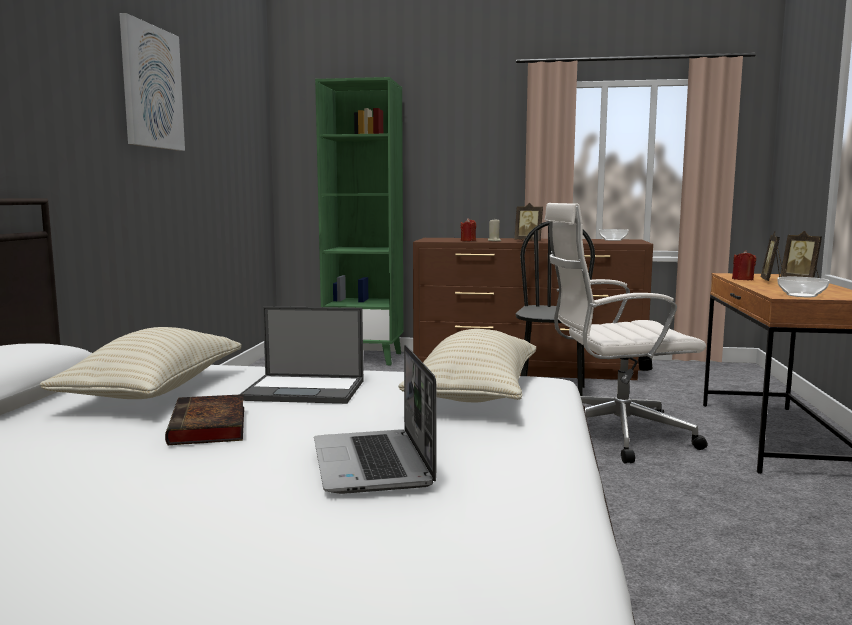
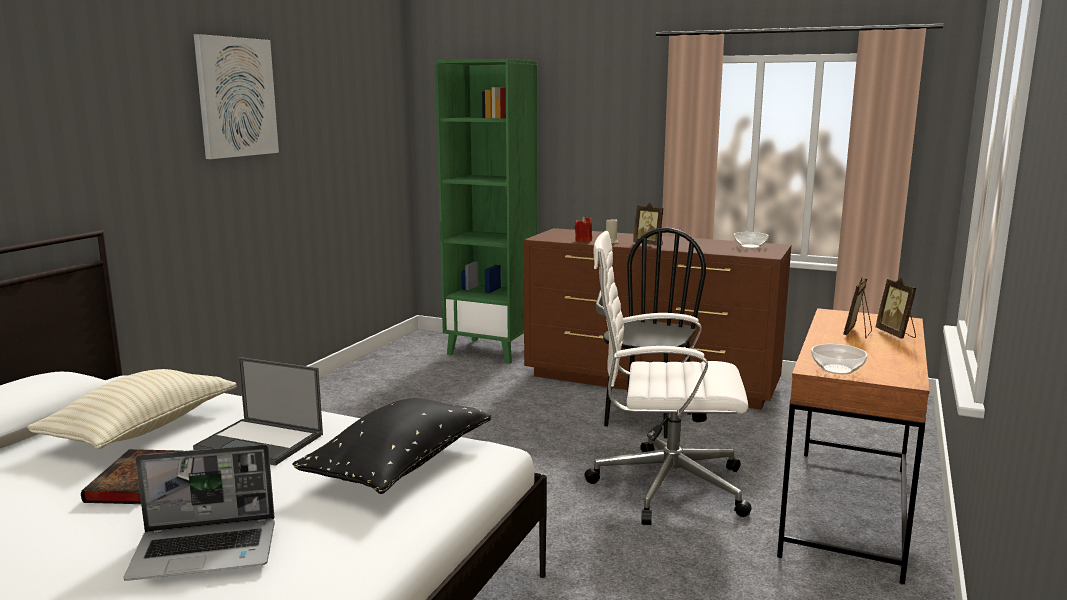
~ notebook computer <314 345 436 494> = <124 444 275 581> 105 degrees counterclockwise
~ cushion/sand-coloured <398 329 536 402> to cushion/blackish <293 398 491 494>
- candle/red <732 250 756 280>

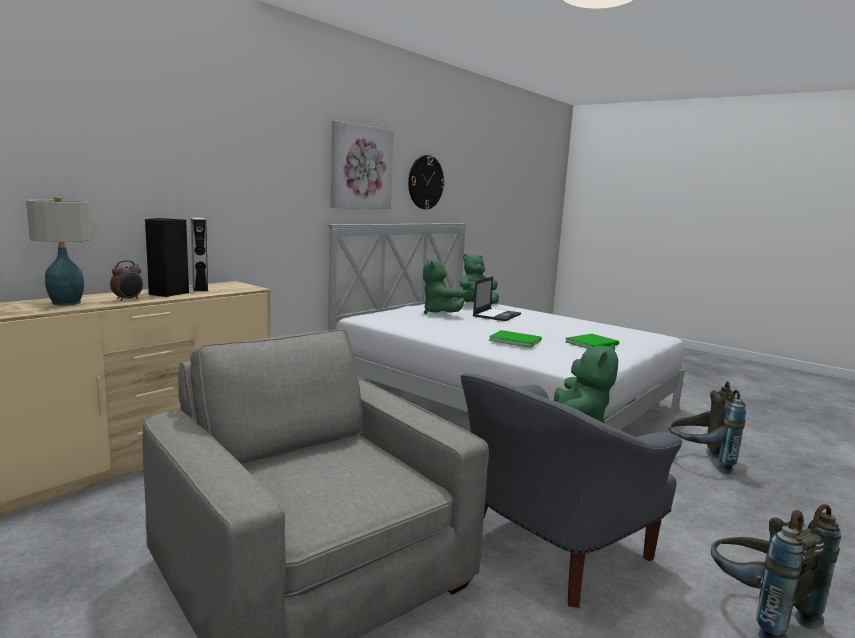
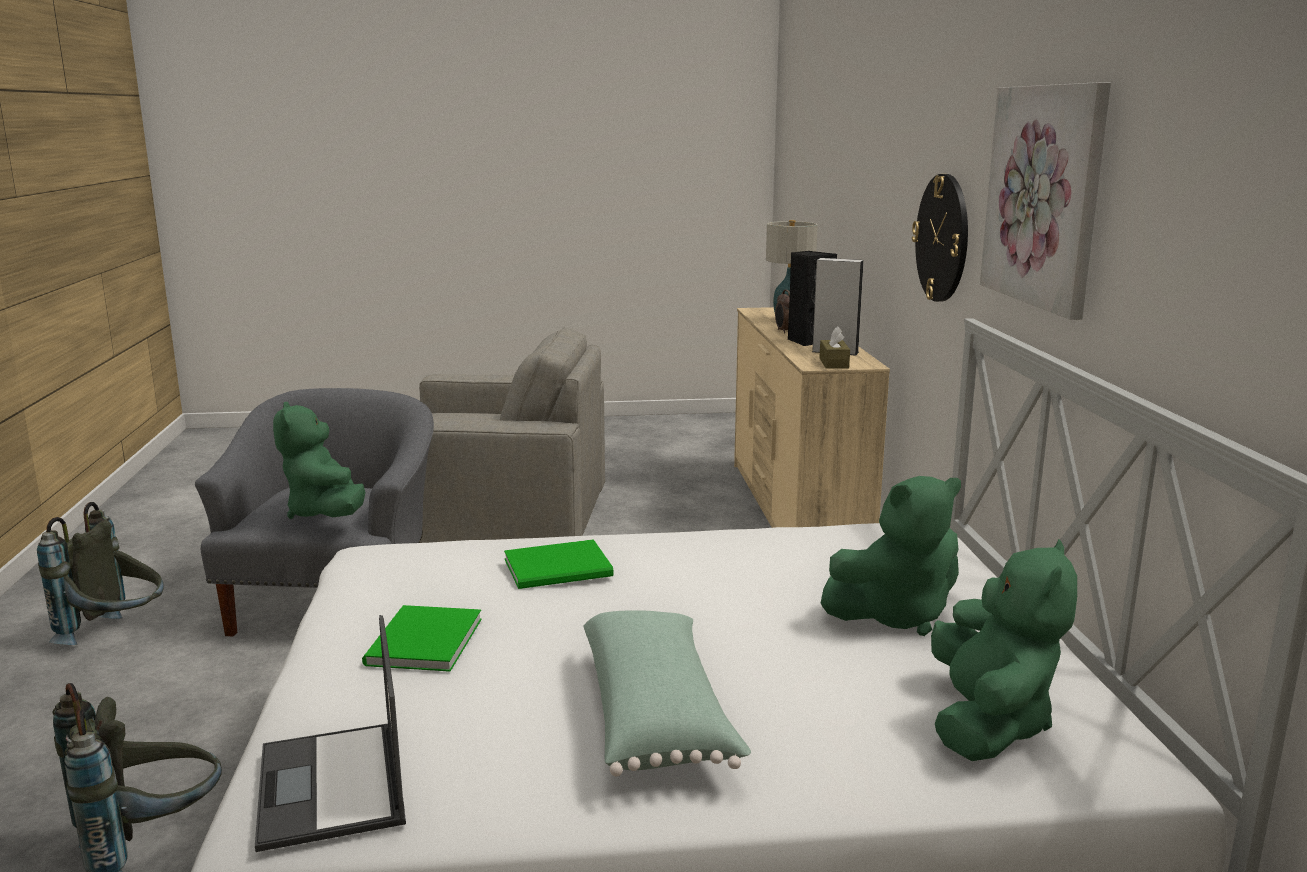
~ notebook computer <473 277 521 321> to <255 615 406 852>
+ cushion/green <584 610 751 776>
+ tissue holder/brown <819 326 850 369>
~ plush toy/green <423 260 464 314> = <821 476 961 636> 135 degrees clockwise
~ wall clock <408 155 445 209> to <912 174 968 302>

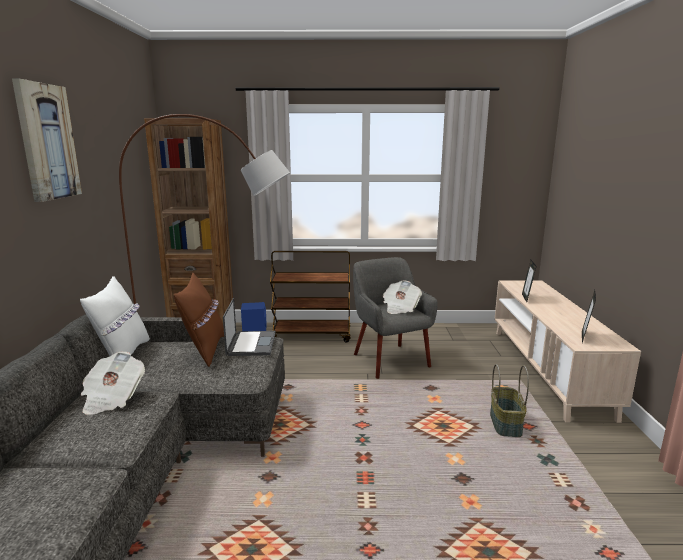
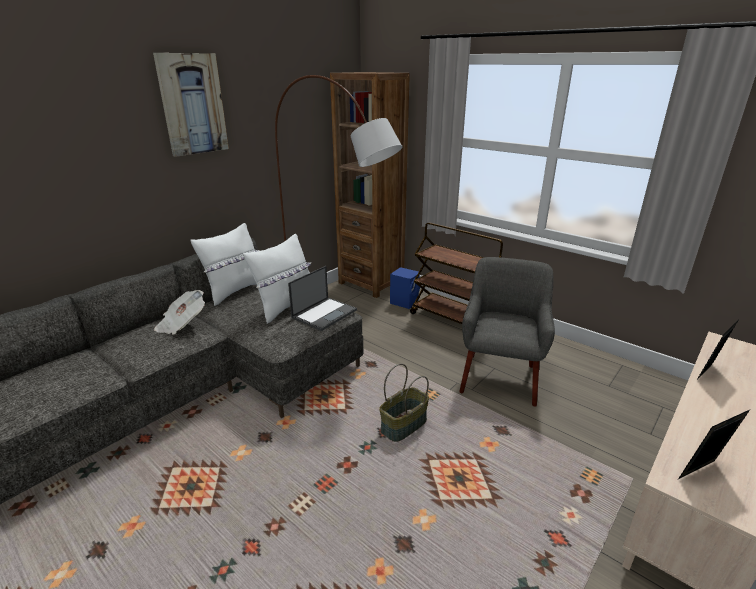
~ cushion/brown <173 273 224 367> to cushion/white <243 234 311 324>
~ household basket <490 364 529 437> to <379 363 429 442>
- daily paper <383 280 422 314>

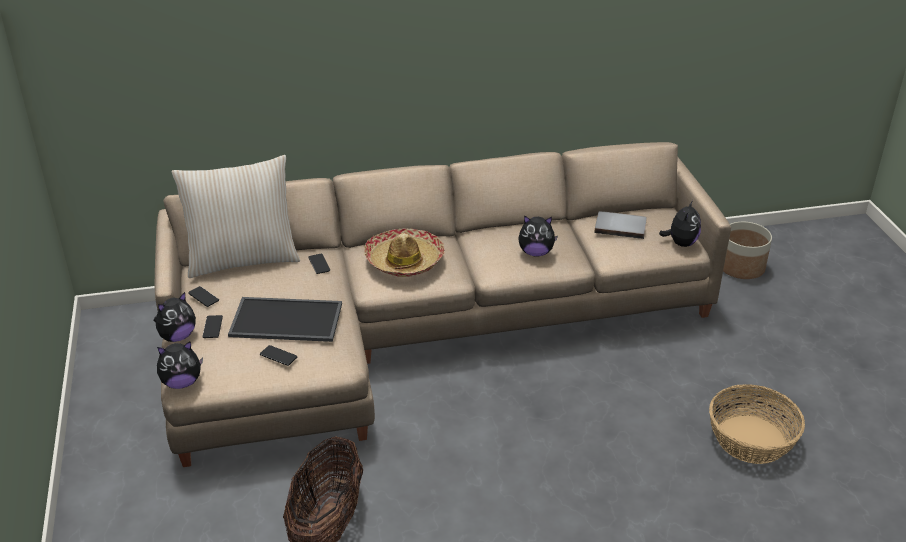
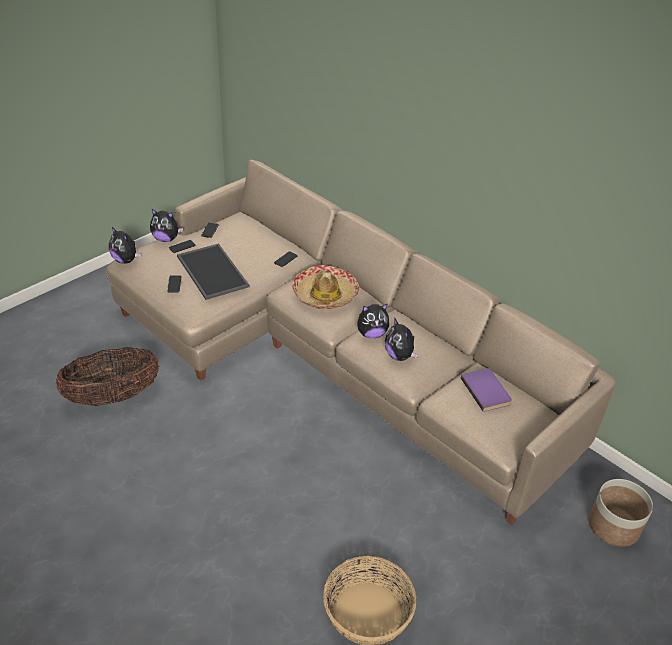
~ plush toy <659 200 701 247> to <358 303 389 338>
~ book/greyish <594 211 647 239> to book/purplish <461 369 512 412>
- cushion/sand-coloured <172 155 300 278>

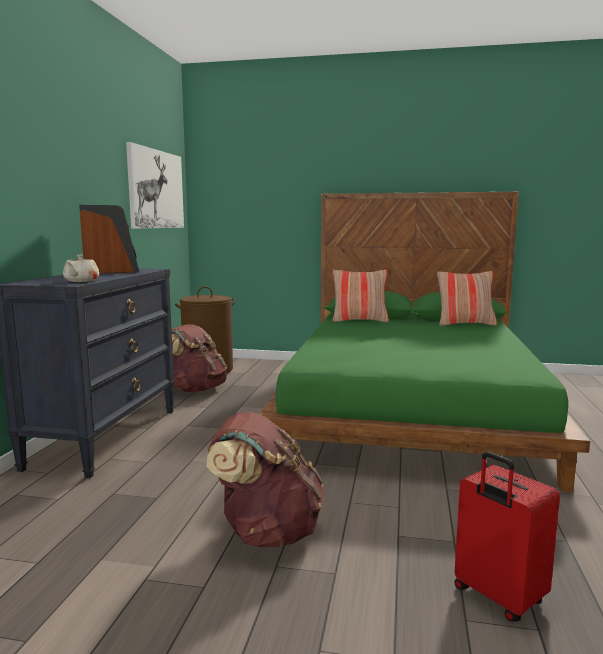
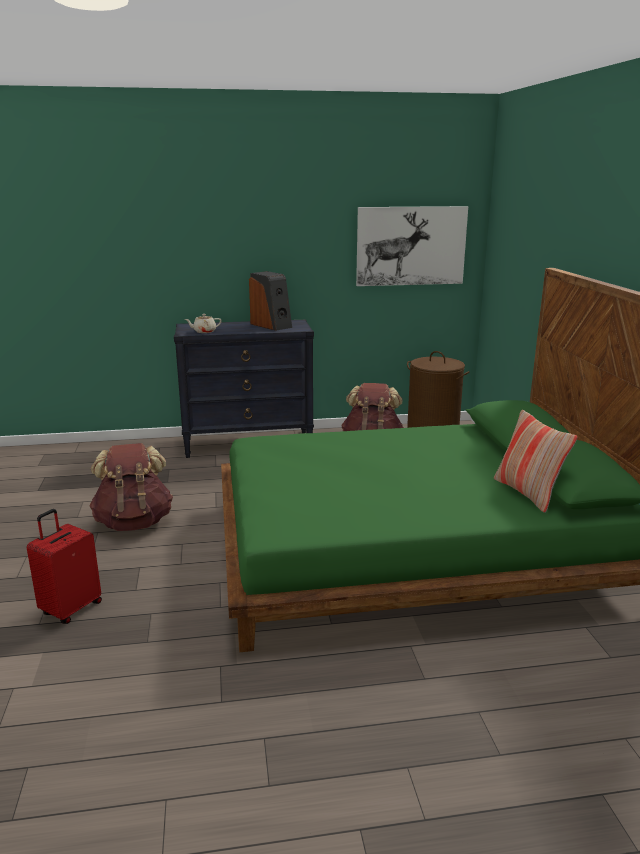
- cushion <333 270 389 322>

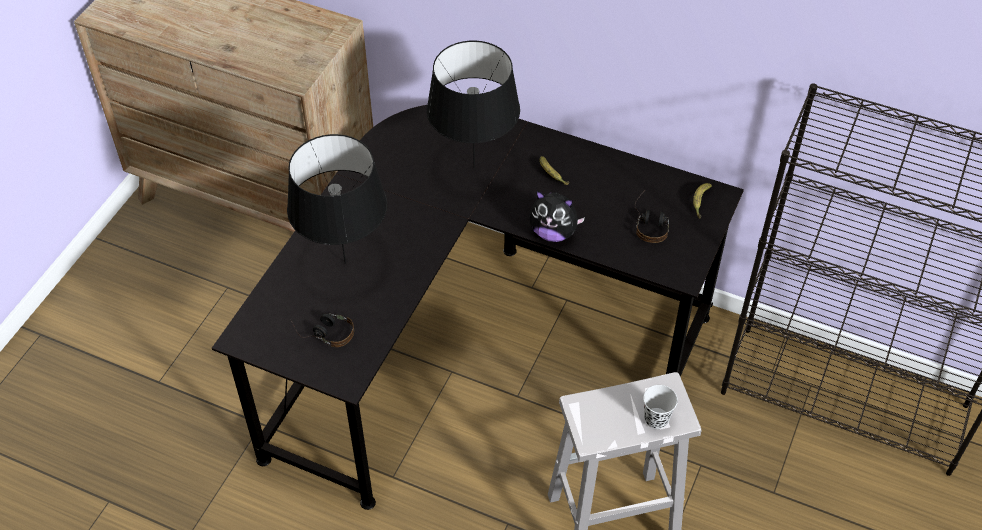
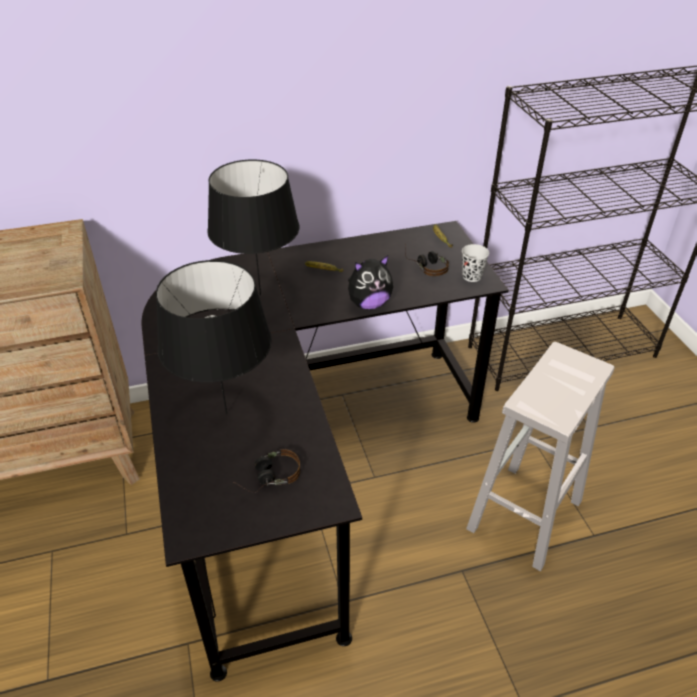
~ cup/blackish <643 385 678 429> to <462 244 489 282>

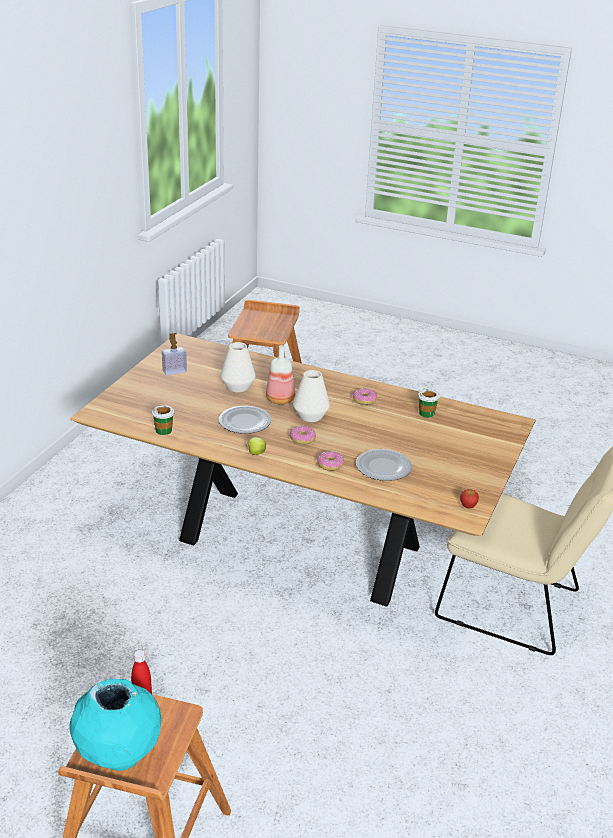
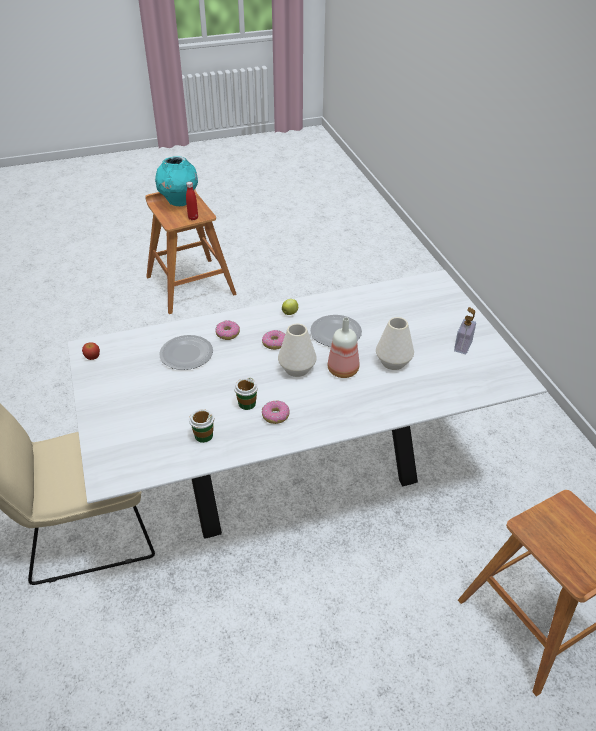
~ kitchen table/brown <70 333 536 606> to kitchen table/white <67 270 547 539>
~ cup <152 405 174 435> to <234 378 258 410>

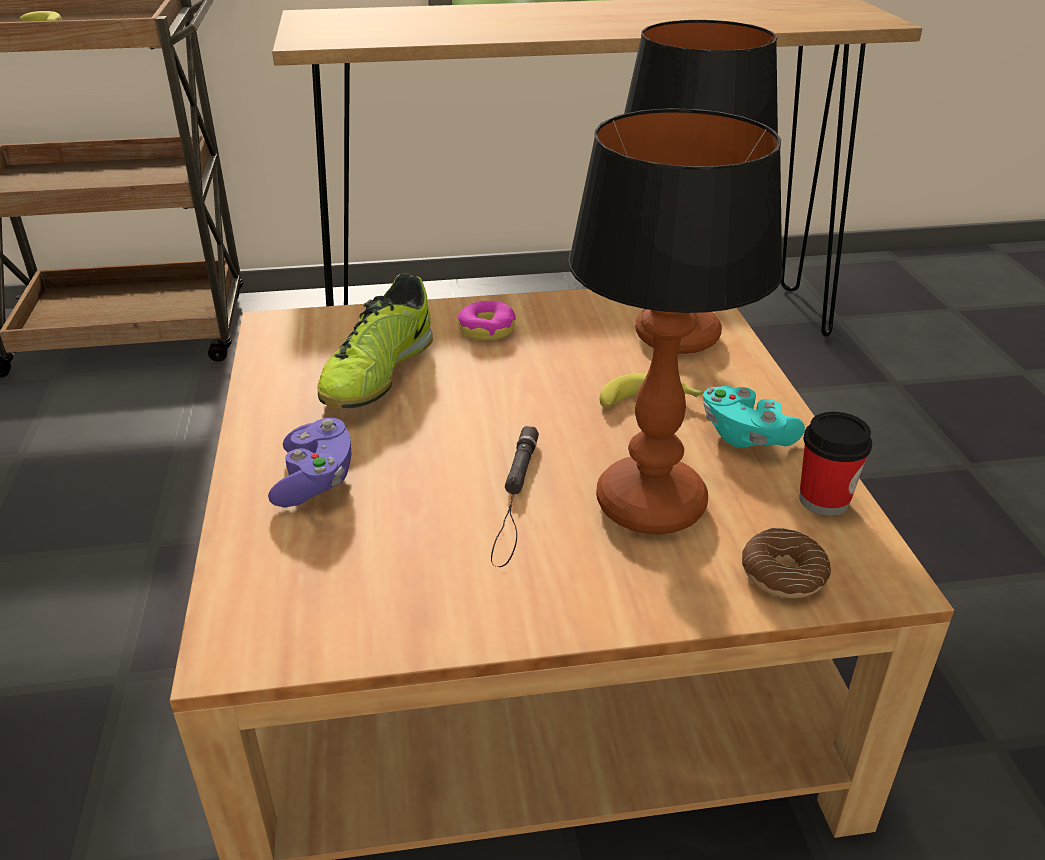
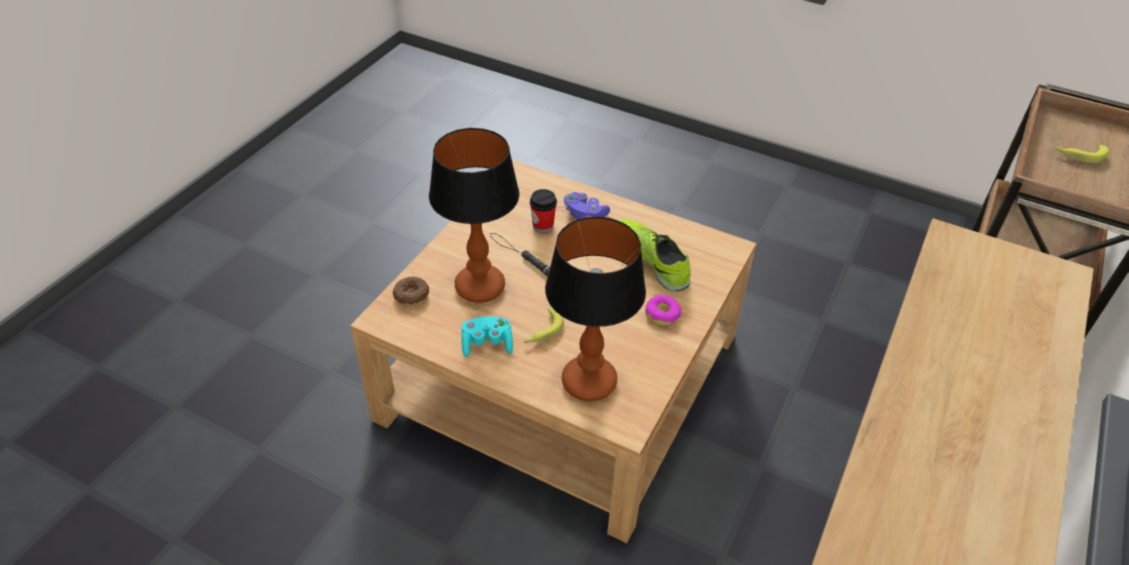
~ cup <799 412 872 516> to <530 189 557 233>

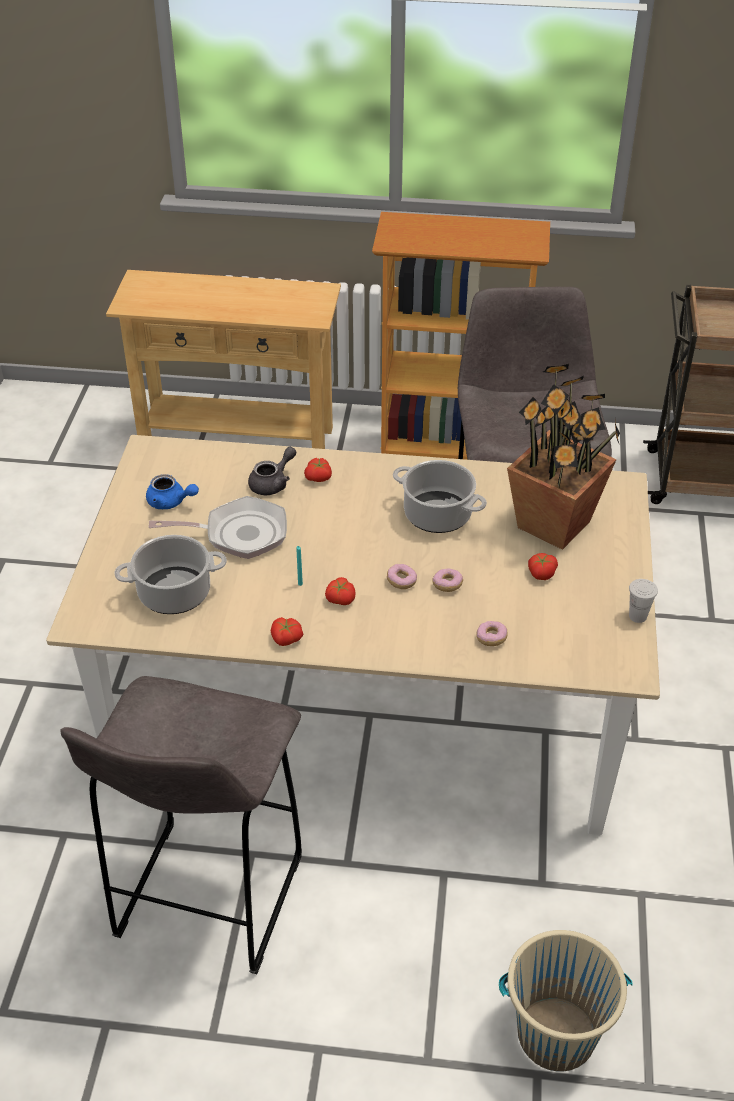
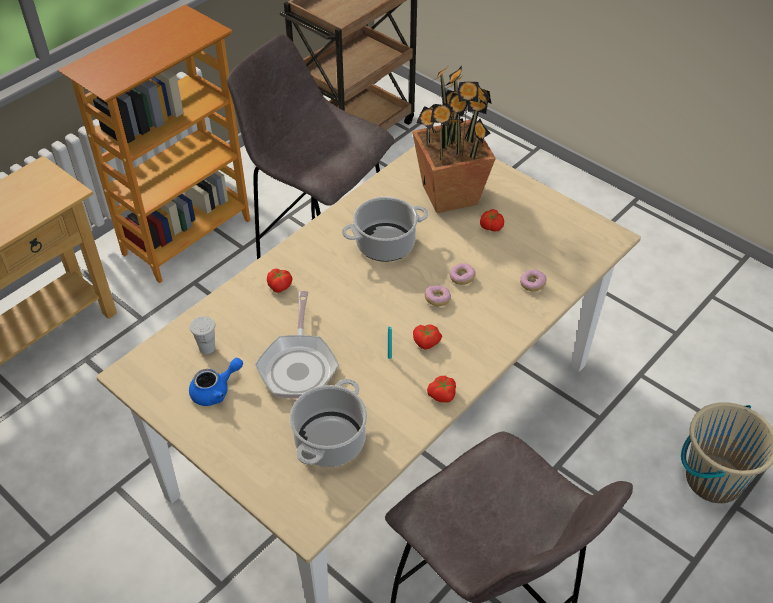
~ cup/white <629 579 658 623> to <190 316 215 354>
~ frying pan <149 496 287 559> = <255 291 339 398> 150 degrees clockwise
- tea pot/greyish <248 447 296 495>

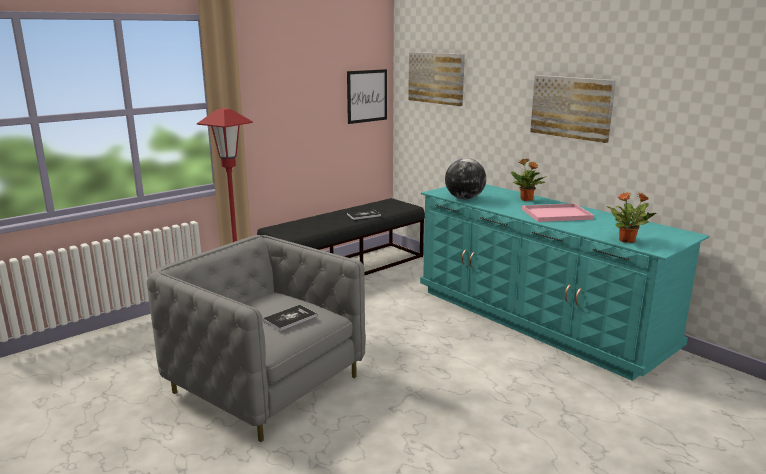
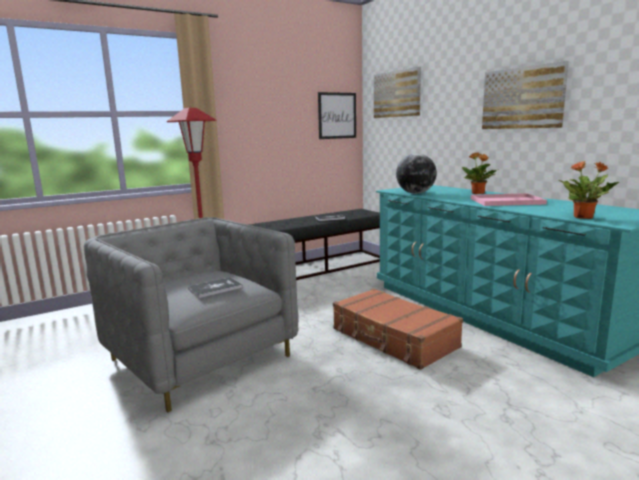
+ suitcase/brown <333 288 463 370>

